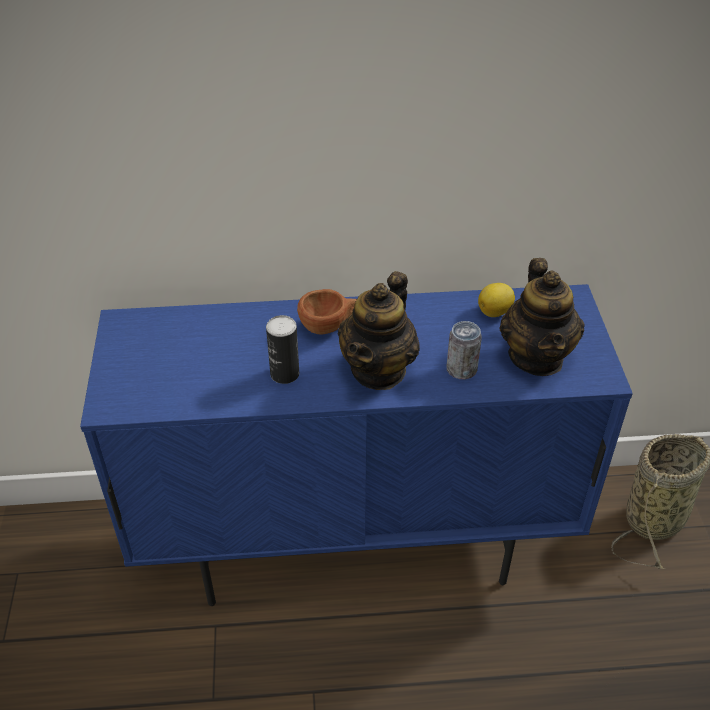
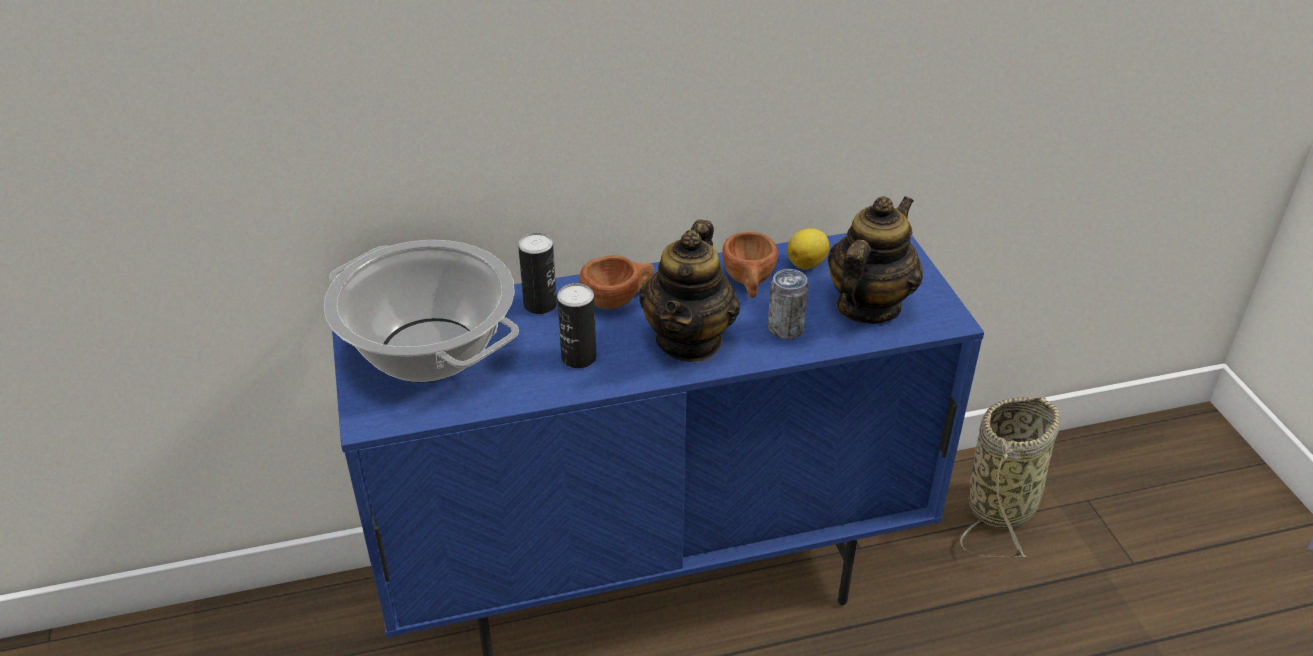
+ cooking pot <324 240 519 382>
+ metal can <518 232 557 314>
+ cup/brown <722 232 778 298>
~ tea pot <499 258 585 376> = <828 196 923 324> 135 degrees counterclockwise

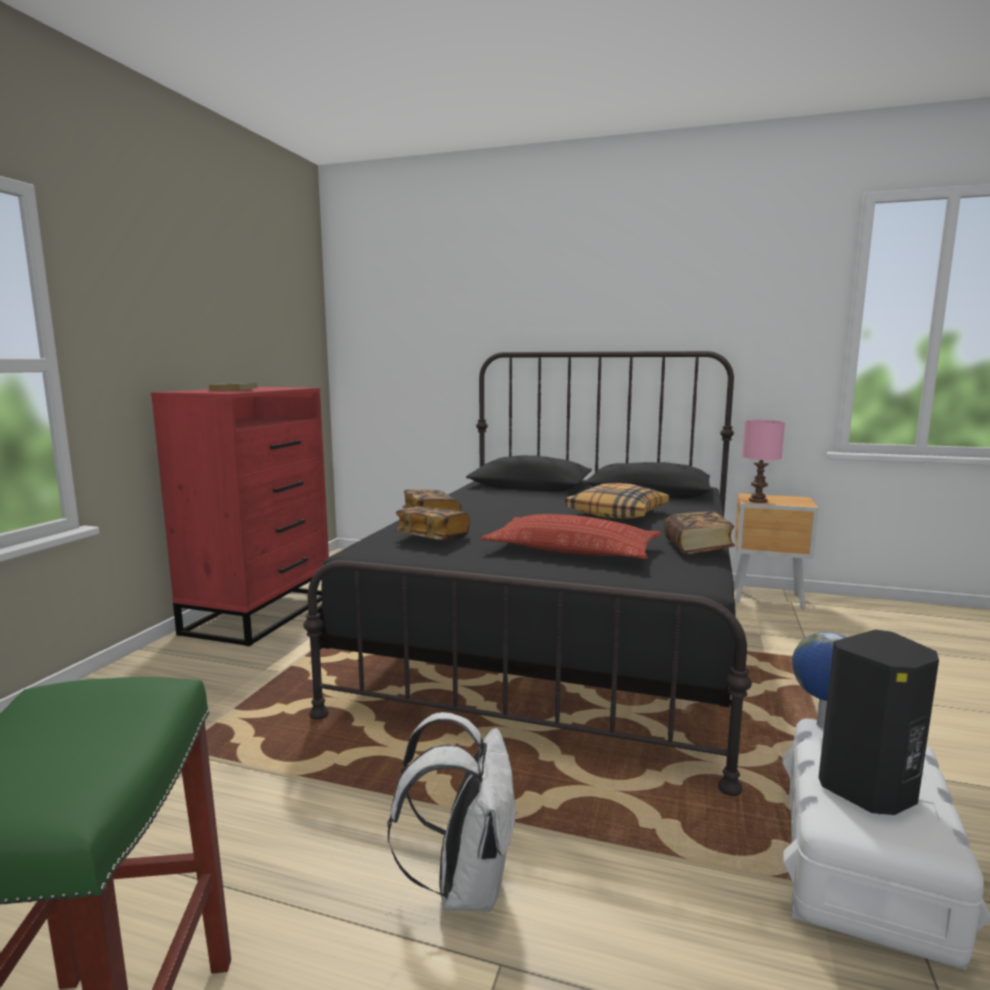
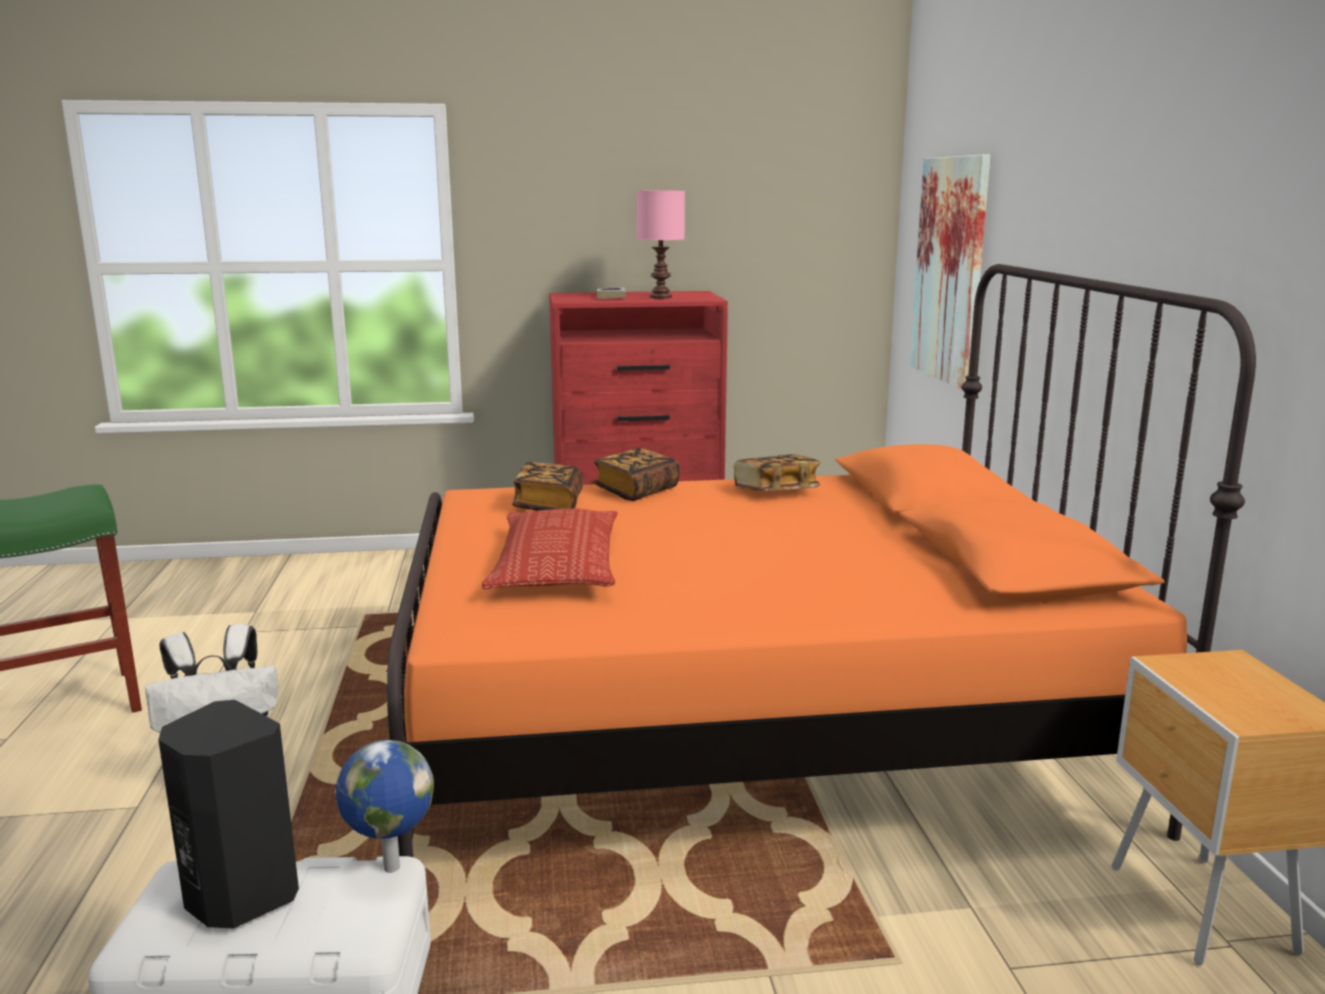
~ bed/blackish <303 351 752 796> to bed/orange-coloured <387 264 1256 857>
~ tabletop lamp/pinkish <742 420 785 503> to <637 190 685 299>
~ book <664 511 735 554> to <734 454 820 491>
+ wall picture <910 154 990 389>
- cushion <565 483 669 519>

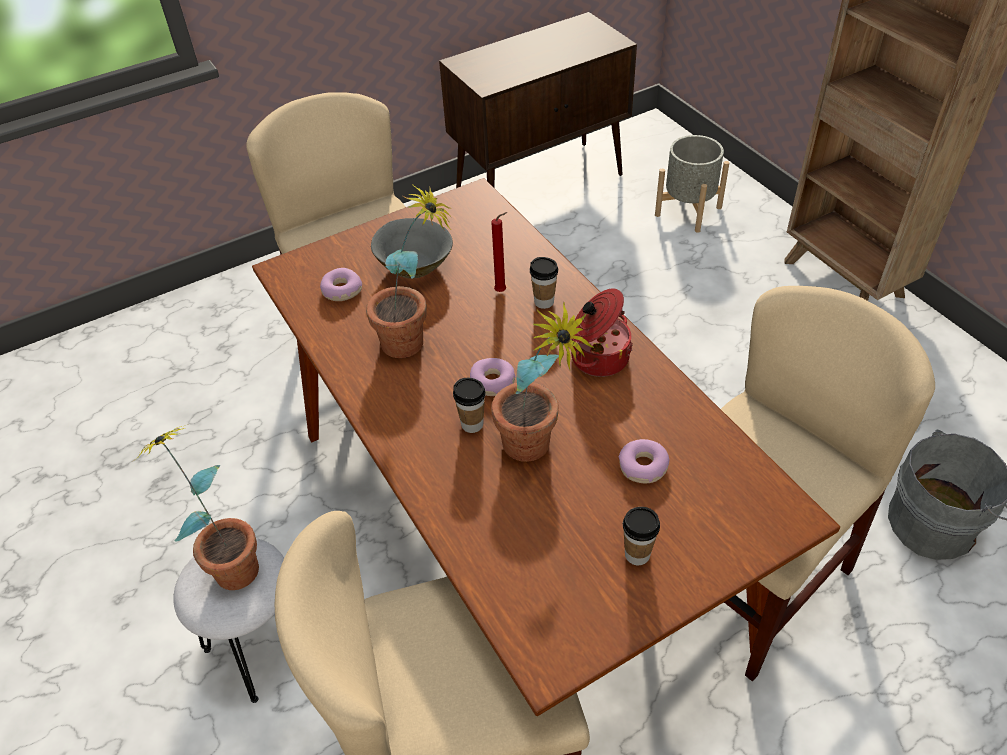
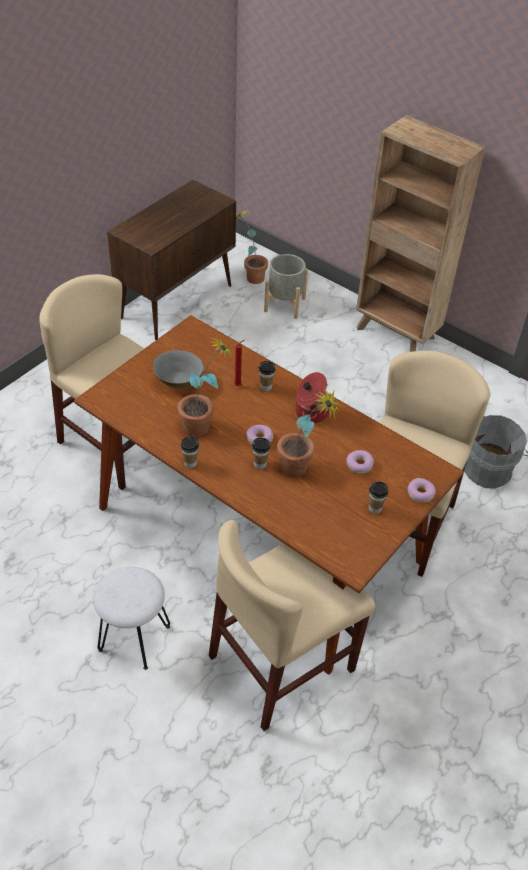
+ cup <181 437 199 468>
~ potted plant <136 426 259 590> to <236 210 268 284>
~ donut <320 268 362 301> to <407 478 436 503>

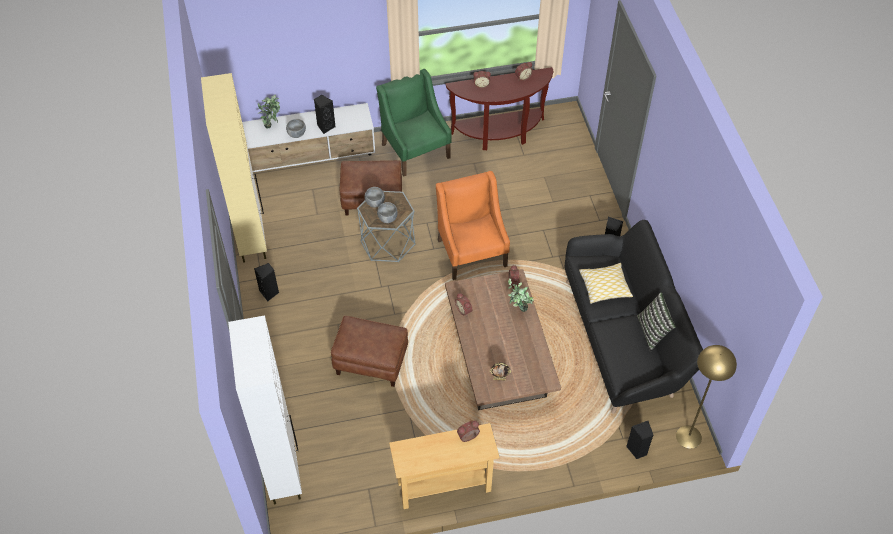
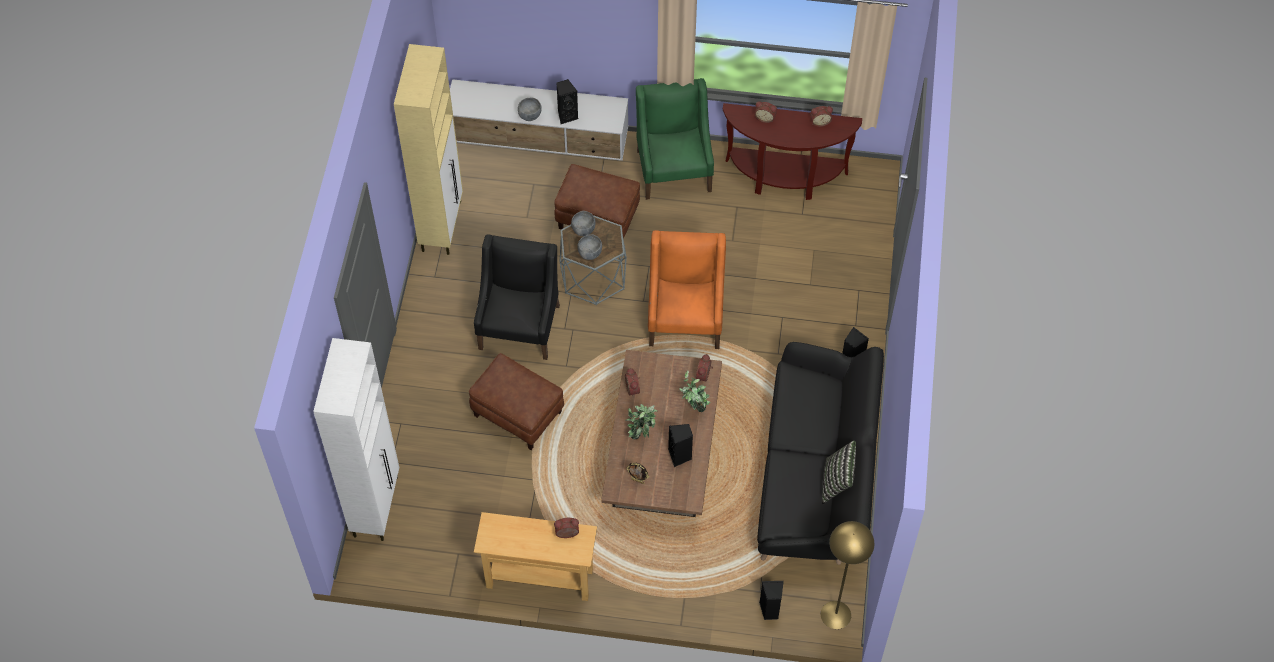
+ easy chair/blackish <474 234 560 360>
~ potted plant <257 95 280 128> to <625 404 658 439>
~ loudspeaker/blackish <254 263 279 302> to <668 424 693 467>
- cushion <579 263 633 304>

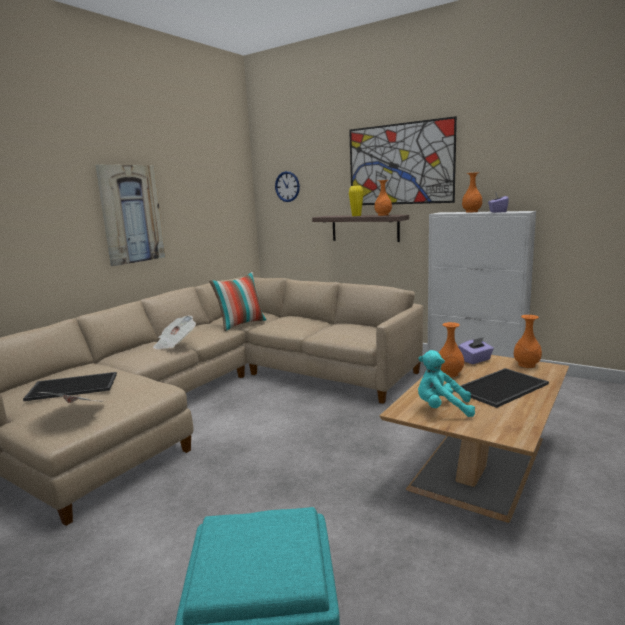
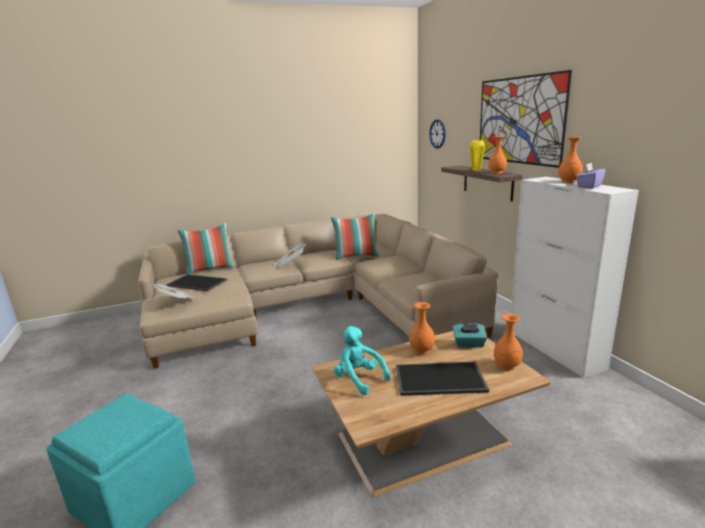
+ cushion <177 223 234 274>
~ tissue holder/purplish <458 337 494 364> to tissue holder/turquoise <452 323 487 348>
- wall picture <95 165 165 266>

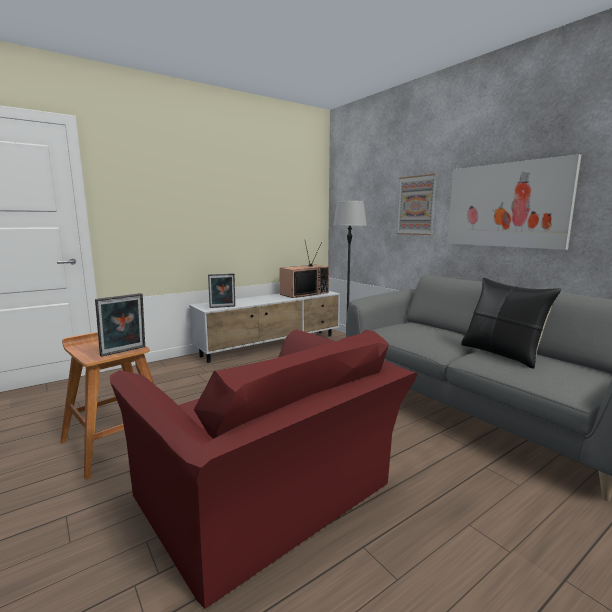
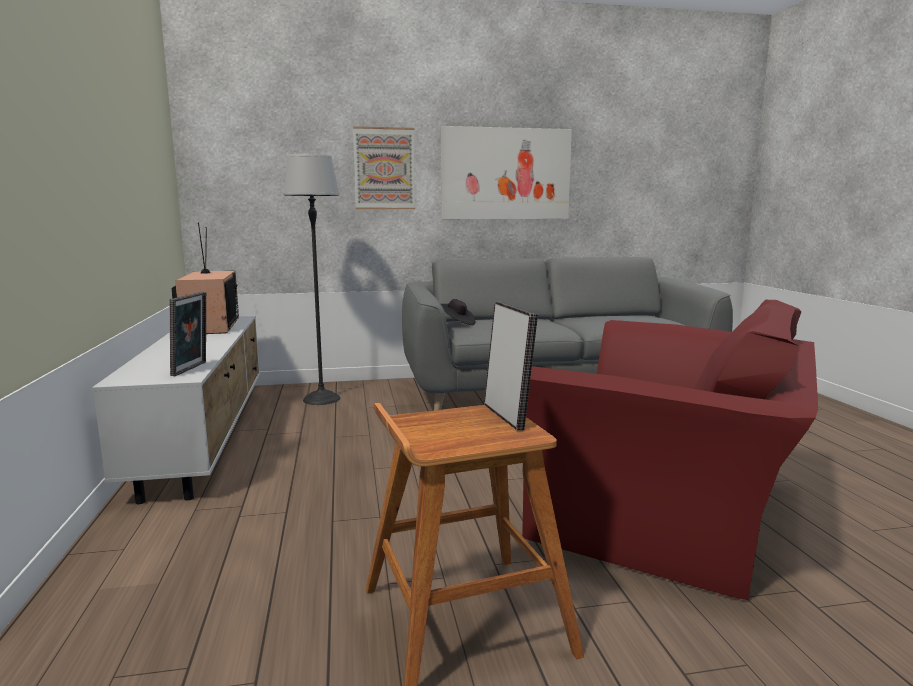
+ wearable hat/blackish <441 299 475 325>
~ easy chair/red <110 329 417 609> = <522 300 818 600> 45 degrees clockwise
- cushion/blackish <461 278 561 369>

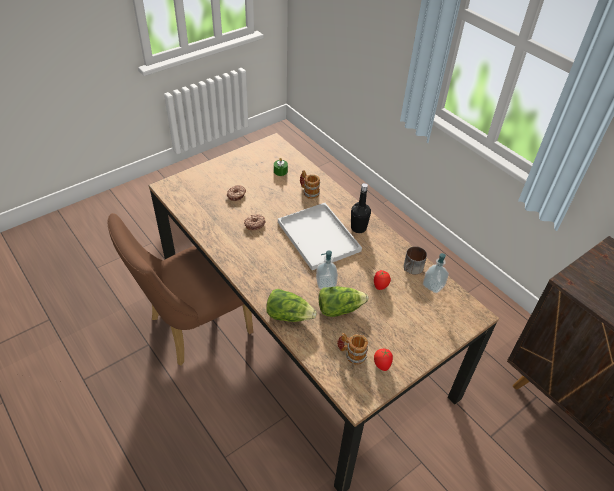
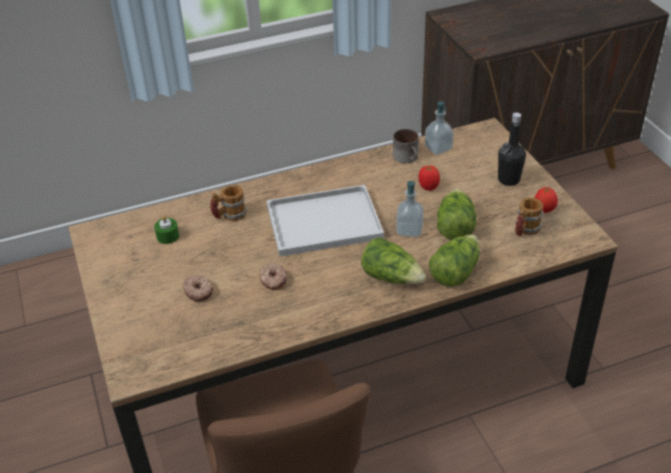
+ lettuce <361 237 426 284>
~ bottle/blackish <351 183 371 233> to <498 113 526 186>

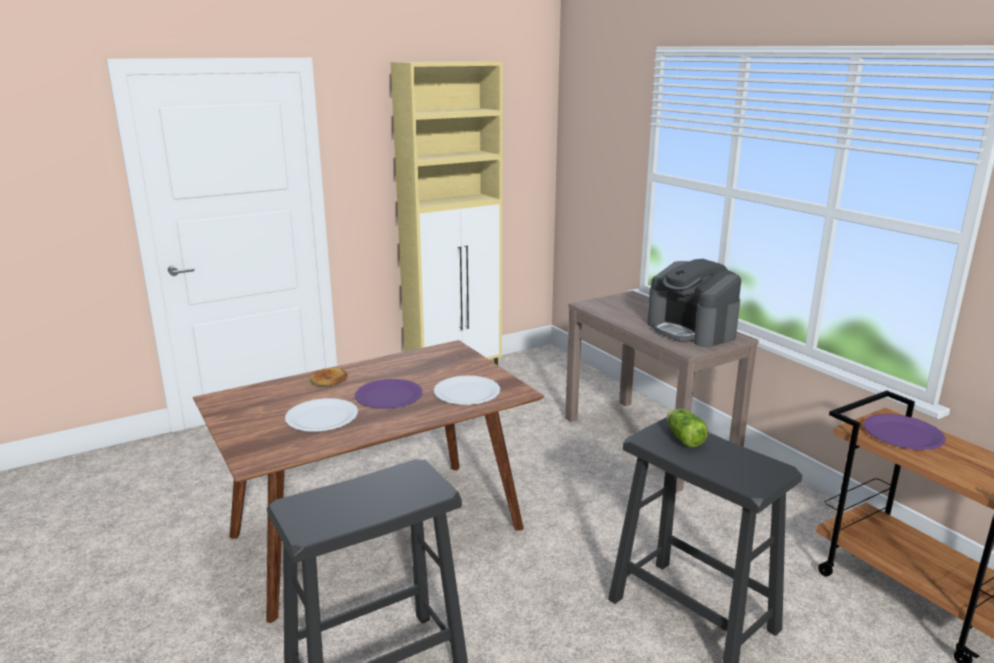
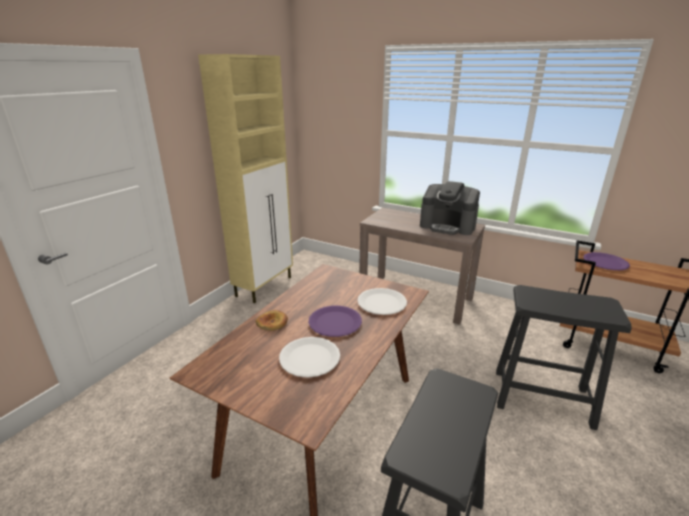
- lettuce <667 409 708 447>

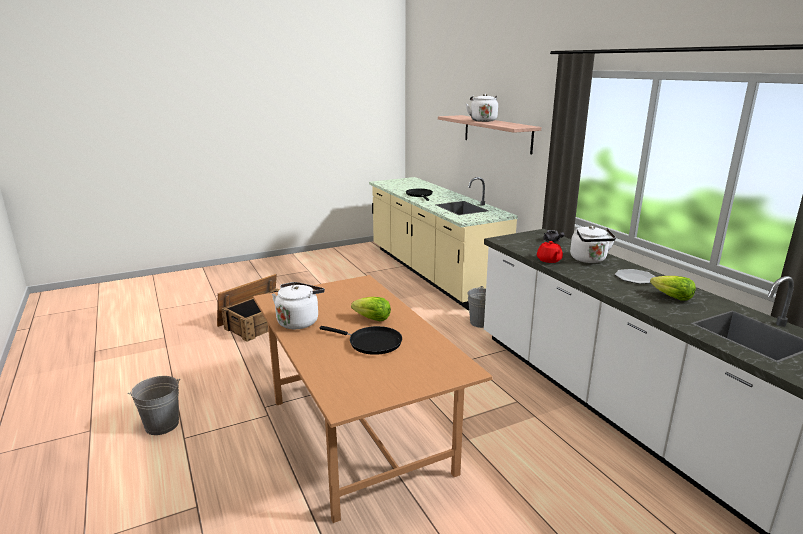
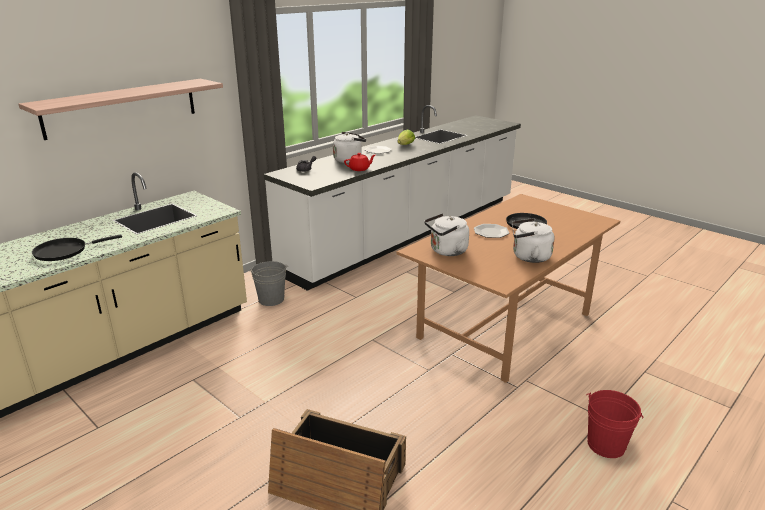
~ tea kettle/white <466 94 498 122> to <424 213 469 256>
~ lettuce <351 297 391 321> to dinner plate <474 224 509 238>
~ water bucket/greyish <128 376 180 435> to water bucket/red <586 390 643 458>

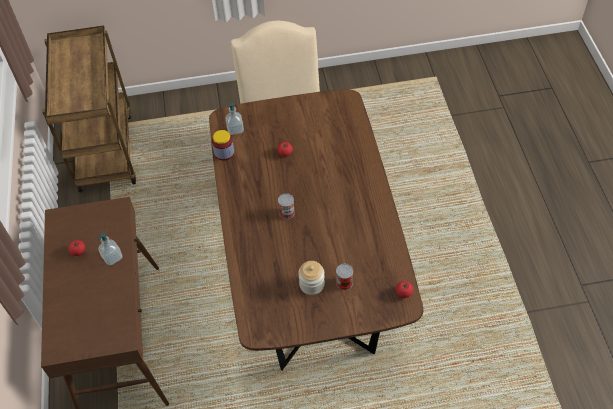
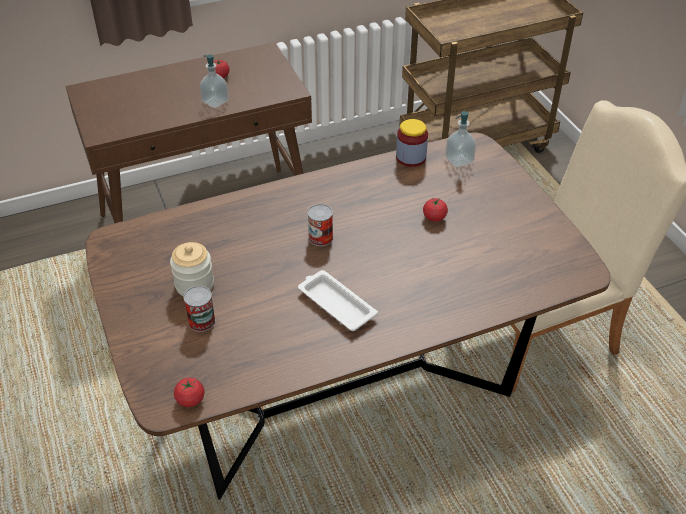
+ tray/white <298 270 378 331>

